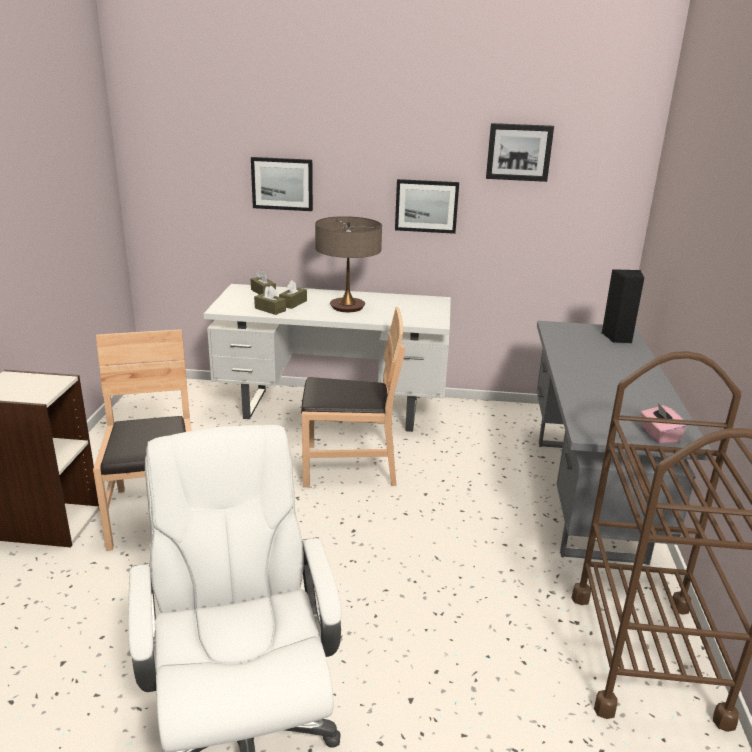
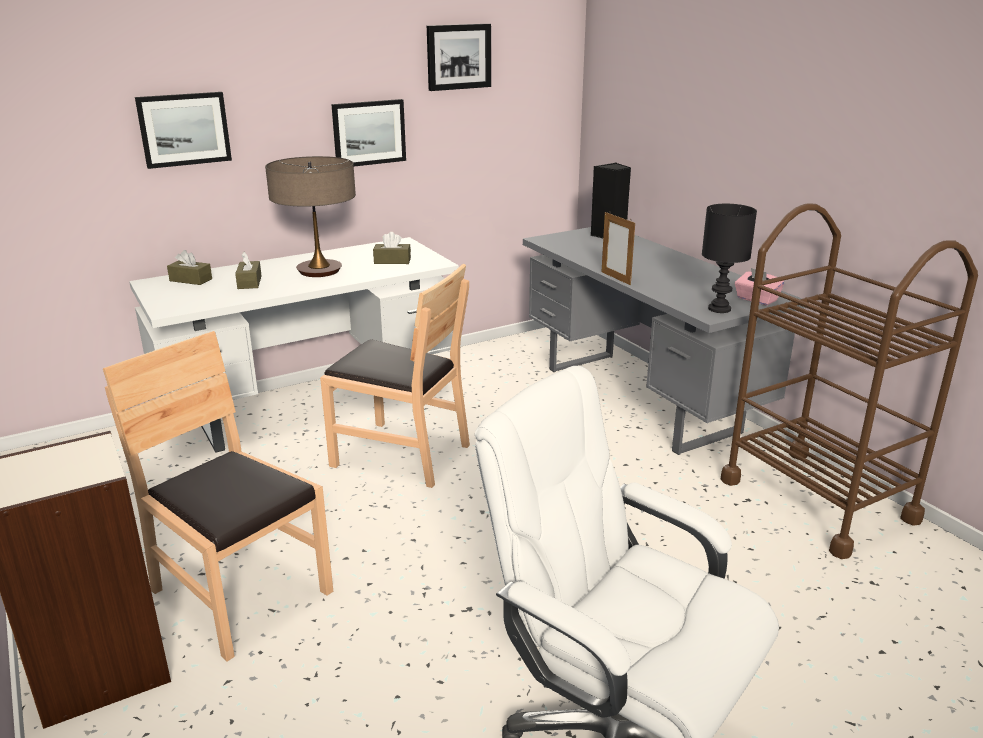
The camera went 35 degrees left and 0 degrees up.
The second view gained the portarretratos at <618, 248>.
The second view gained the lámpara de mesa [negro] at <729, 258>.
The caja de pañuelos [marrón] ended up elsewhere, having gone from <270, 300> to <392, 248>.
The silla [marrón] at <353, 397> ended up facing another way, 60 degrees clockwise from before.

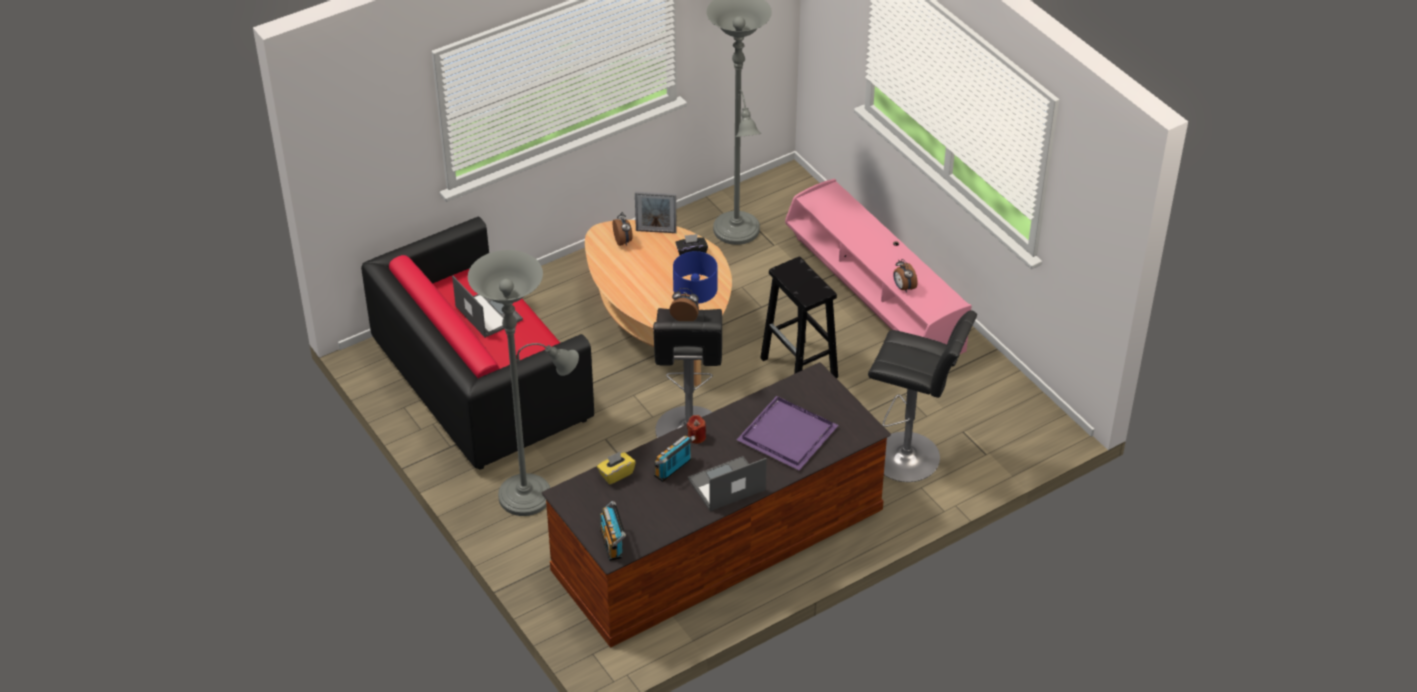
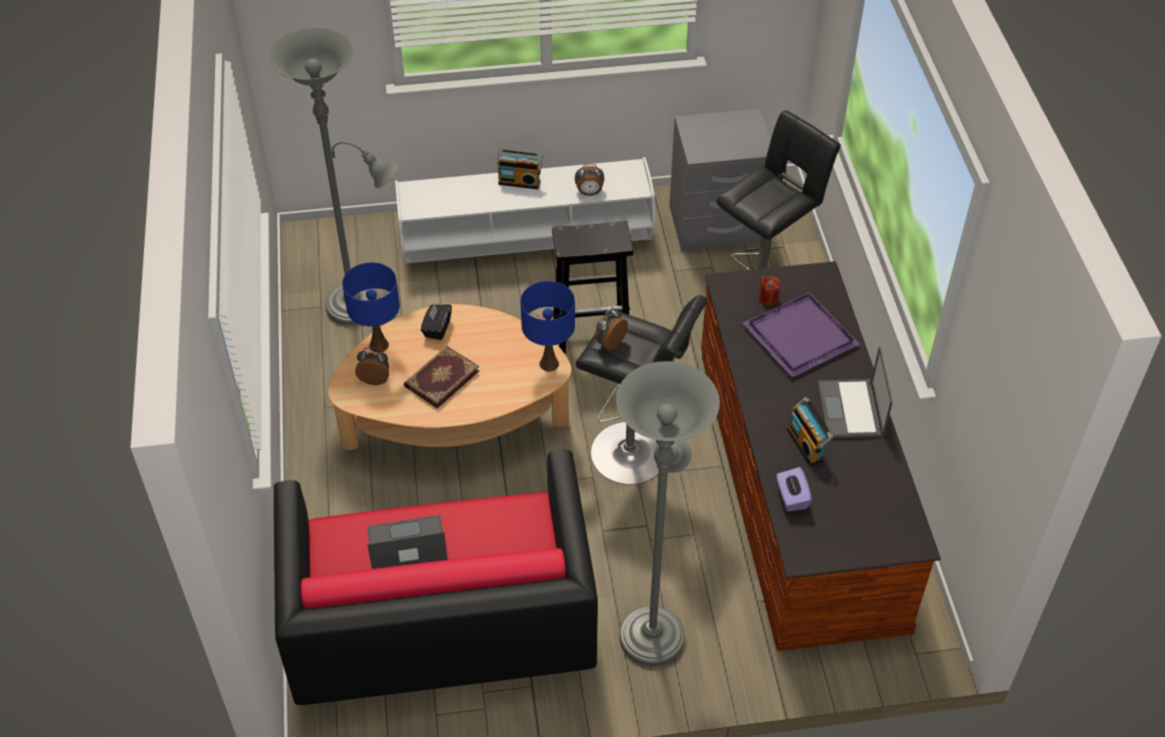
The camera went 65 degrees left and 5 degrees up.
The second view gained the libro at <441, 377>.
The second view gained the mesita de noche [gris] at <720, 180>.
The radio ended up elsewhere, having gone from <613, 531> to <519, 169>.
The vela [rojo] ended up elsewhere, having gone from <696, 429> to <769, 291>.
Where the portarretratos stood at <656, 212>, the lámpara de mesa [azul] came to stand at <371, 308>.
What was the caja de pañuelos [amarillo] at <616, 468> turned into the caja de pañuelos [morado] at <794, 489>.
What was the mueble de televisión [rosa] at <878, 266> turned into the mueble de televisión [blanco] at <525, 211>.

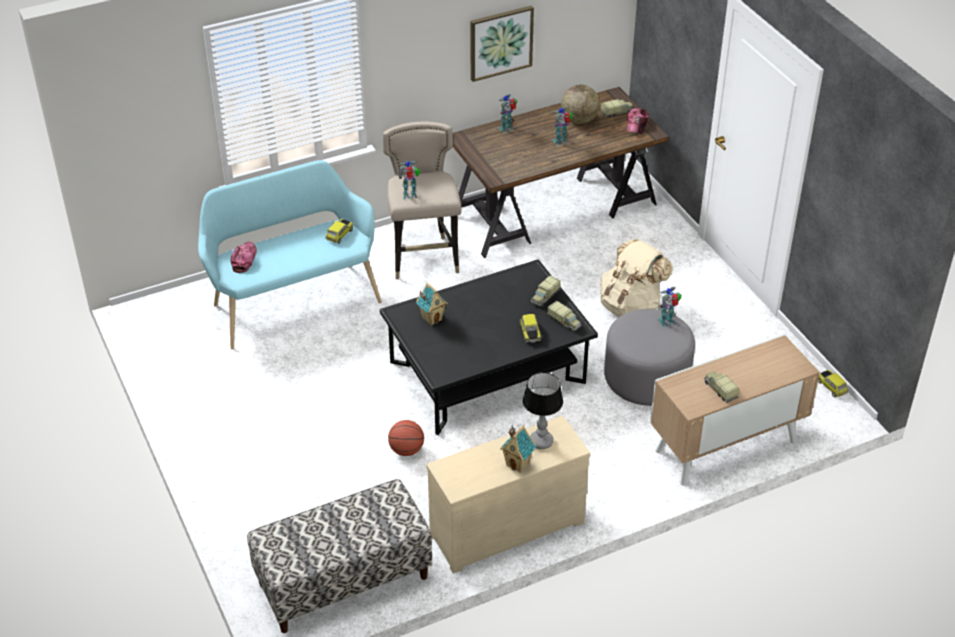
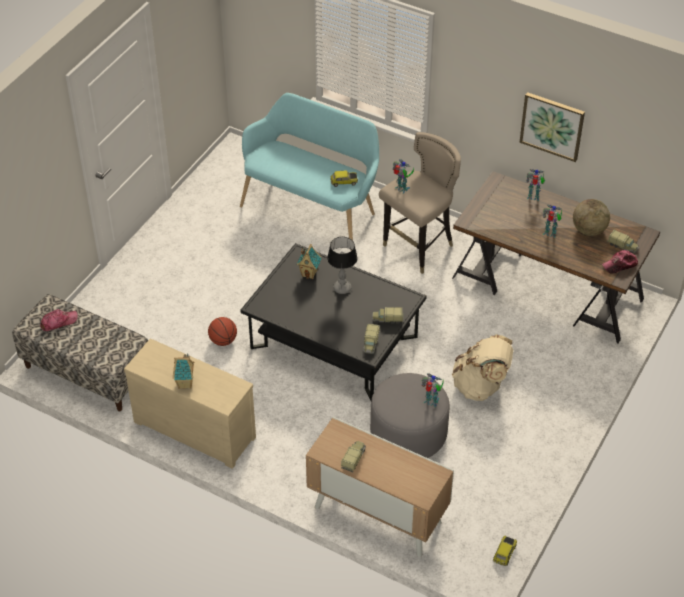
The camera went 55 degrees right and 5 degrees up.
The second view lost the coche de juguete at <530, 328>.
The gorra ended up elsewhere, having gone from <244, 257> to <59, 320>.
The lámpara de mesa ended up elsewhere, having gone from <543, 410> to <342, 265>.

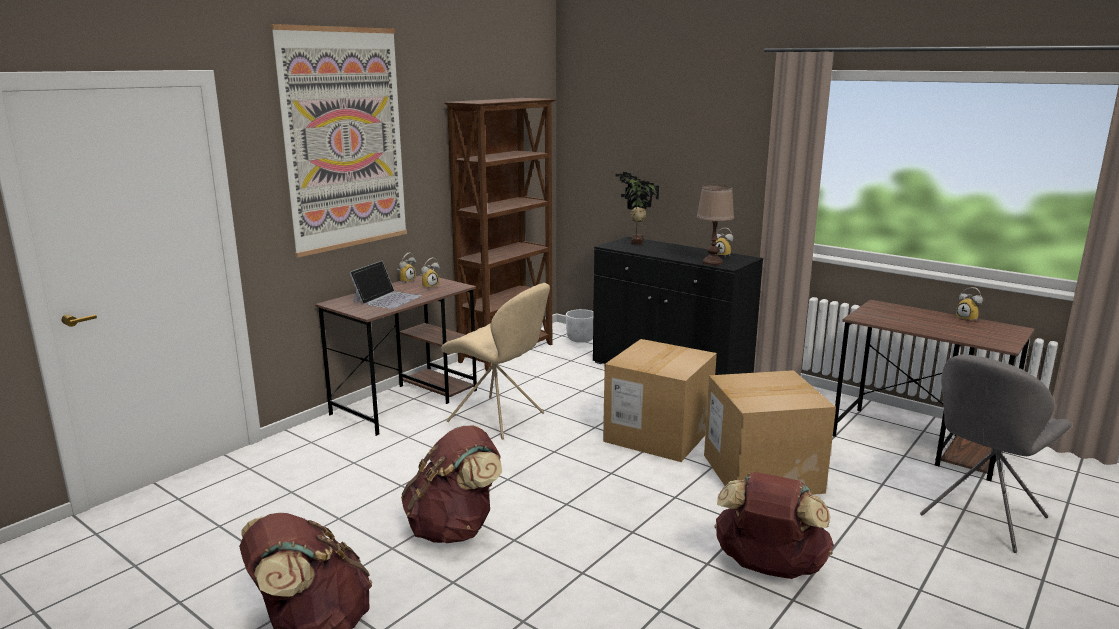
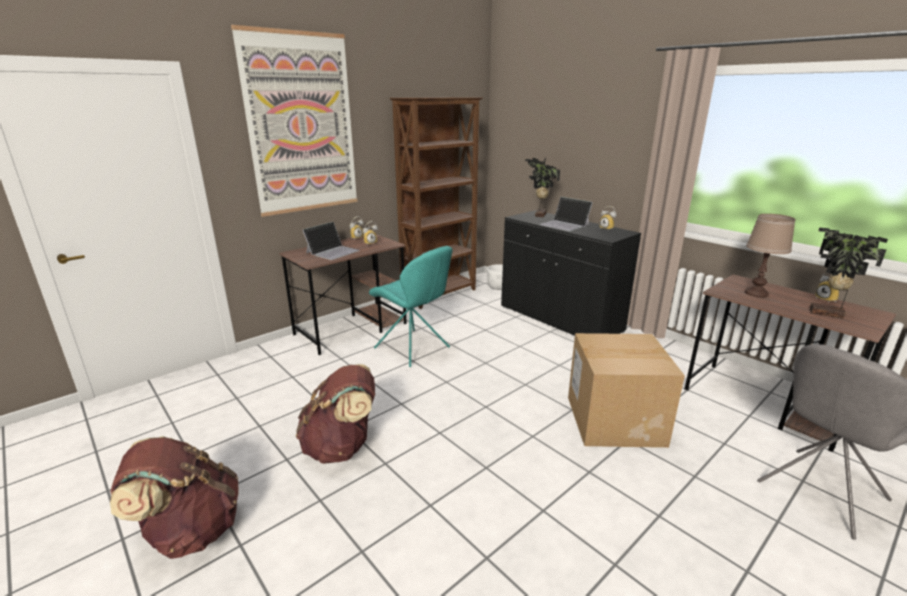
The camera went 10 degrees right and 5 degrees up.
The second view lost the caja de cartón at <660, 400>.
The second view lost the mochila [marrón] at <774, 525>.
The second view gained the portátil at <566, 214>.
The second view gained the planta en maceta at <849, 273>.
The lámpara de mesa [marrón] ended up elsewhere, having gone from <715, 225> to <770, 256>.
What was the silla [beis] at <495, 361> turned into the silla [turquesa] at <411, 306>.

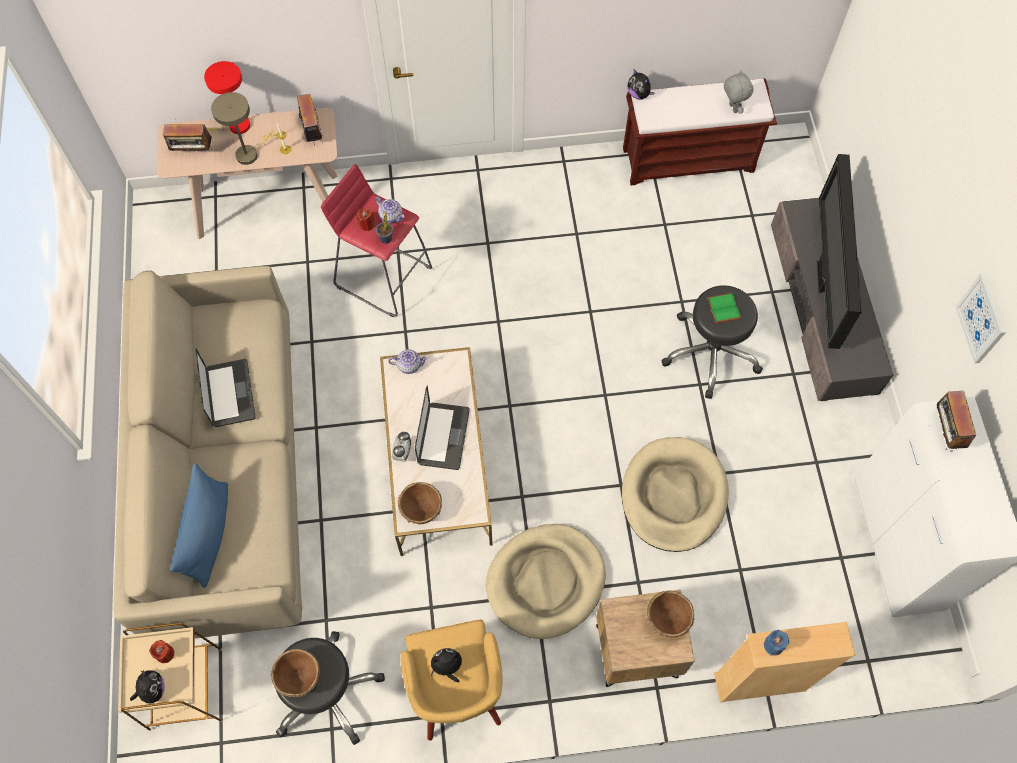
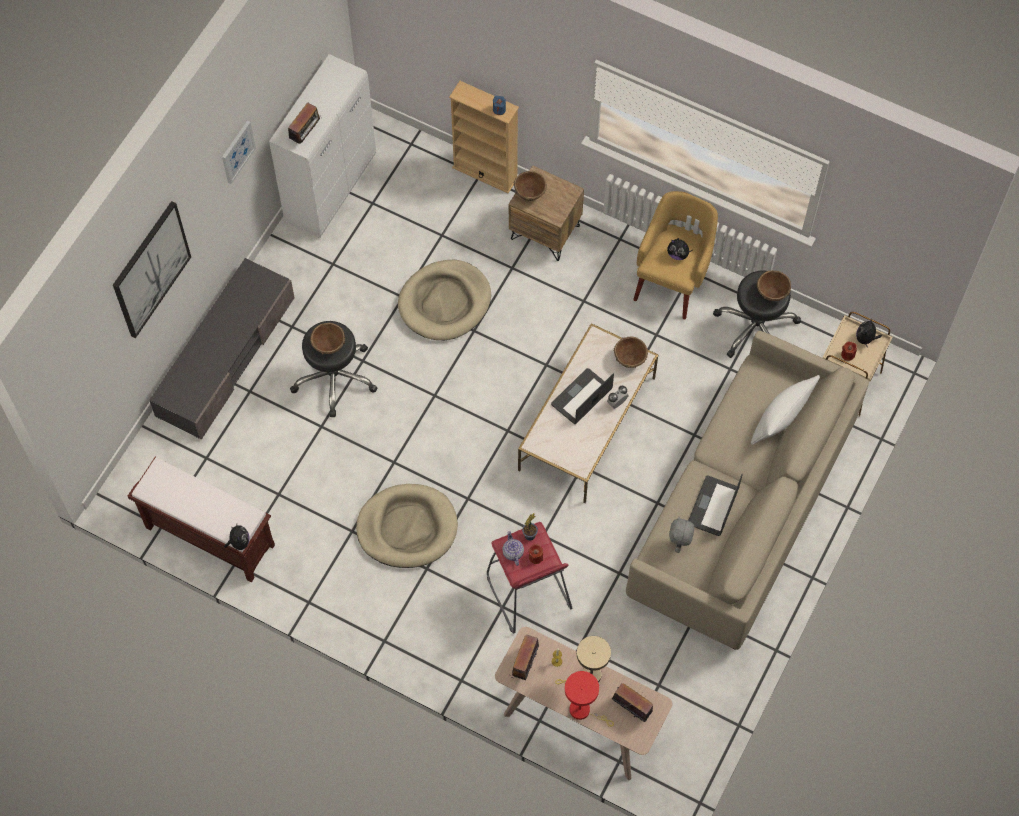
The camera went 145 degrees left and 0 degrees up.
The second view lost the tetera at <408, 361>.
The second view lost the televisor at <839, 251>.
The second view gained the cuadro at <152, 269>.
The cama para perro [beis] ended up elsewhere, having gone from <546, 581> to <407, 526>.
The peluche [gris] ended up elsewhere, having gone from <739, 92> to <682, 535>.
Where the libro [verde] stood at <724, 308>, the cuenco [marrón] came to stand at <327, 339>.
What was the cojín [azul] at <199, 525> turned into the cojín [blanco] at <785, 410>.

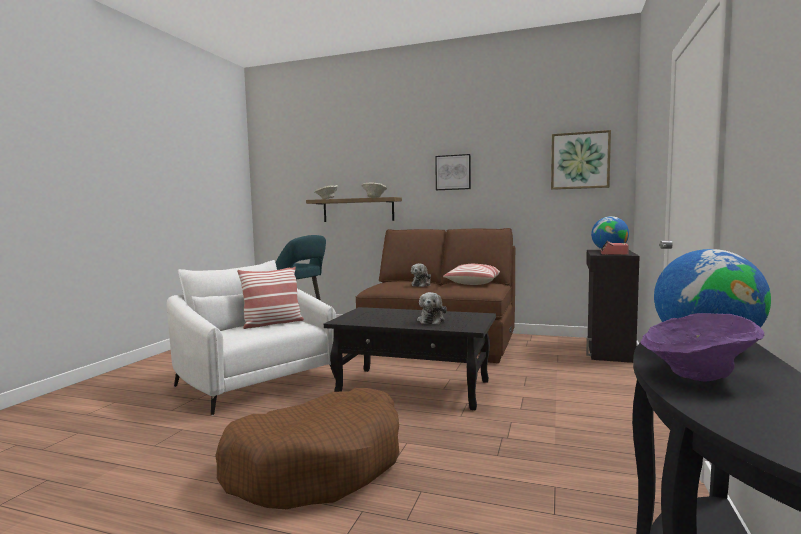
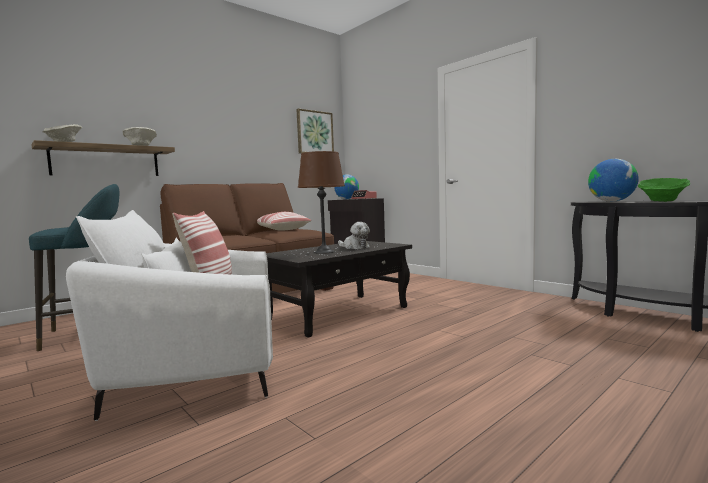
The camera went 60 degrees left and 0 degrees up.
The second view lost the cama para perro [marrón] at <307, 448>.
The second view lost the peluche at <421, 275>.
The second view lost the cuadro at <453, 172>.
The second view gained the lámpara de mesa [marrón] at <321, 202>.
What was the cuenco [morado] at <702, 347> turned into the cuenco [verde] at <664, 190>.

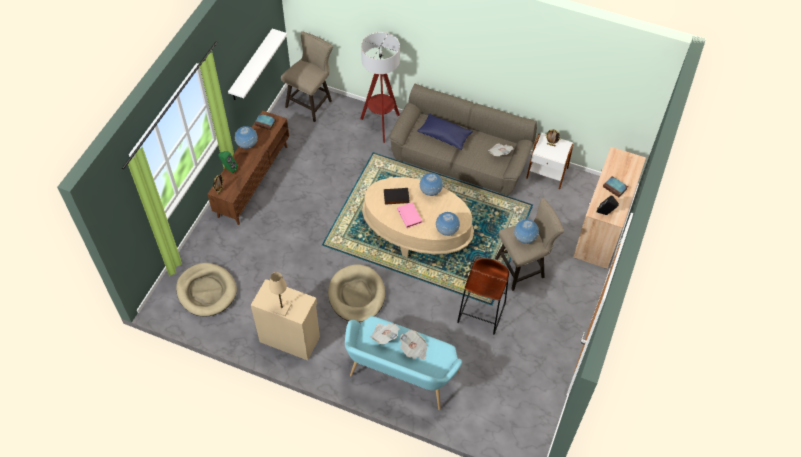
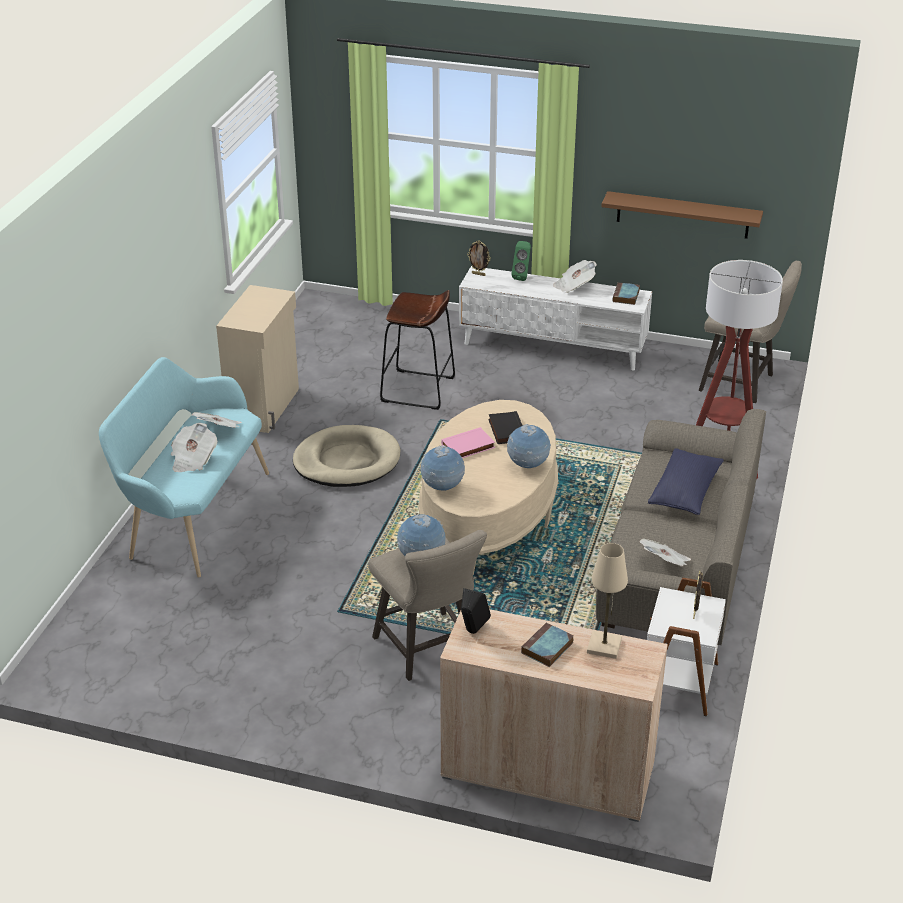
The camera went 85 degrees right and 20 degrees down.
The second view lost the cama para perro [beis] at <206, 290>.
The lámpara de mesa [beis] ended up elsewhere, having gone from <280, 294> to <607, 601>.
The taburete [marrón] ended up elsewhere, having gone from <483, 296> to <417, 350>.
Where the globo terráqueo stood at <246, 137>, the periódico came to stand at <575, 276>.
What was the mueble de televisión [marrón] at <248, 168> turned into the mueble de televisión [blanco] at <555, 318>.
What was the estante [blanco] at <257, 64> turned into the estante [marrón] at <682, 215>.

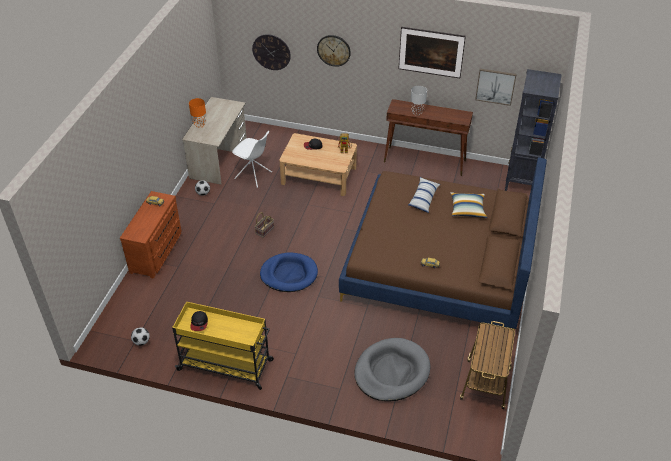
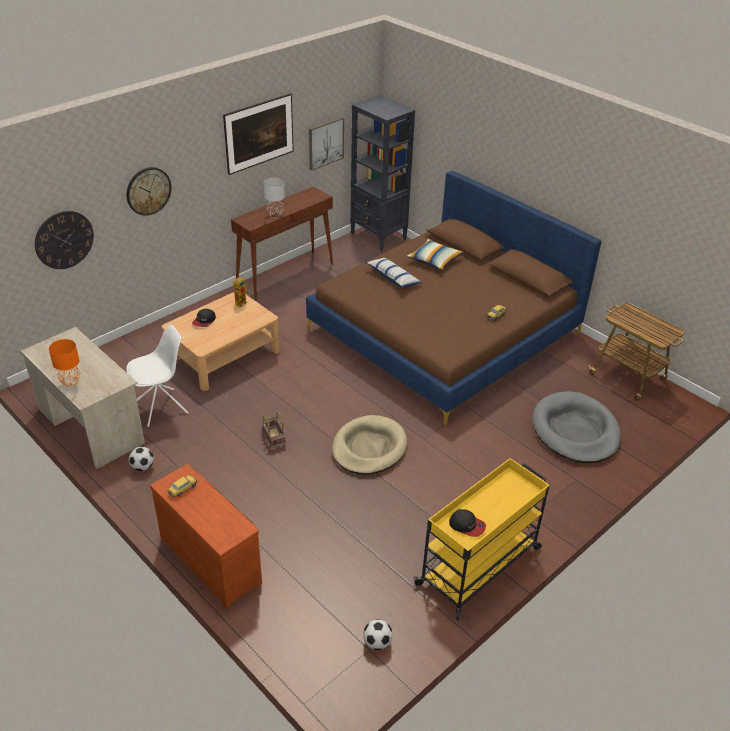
The camera went 60 degrees left and 5 degrees down.
What was the cama para perro [azul] at <289, 272> turned into the cama para perro [beis] at <369, 445>.

